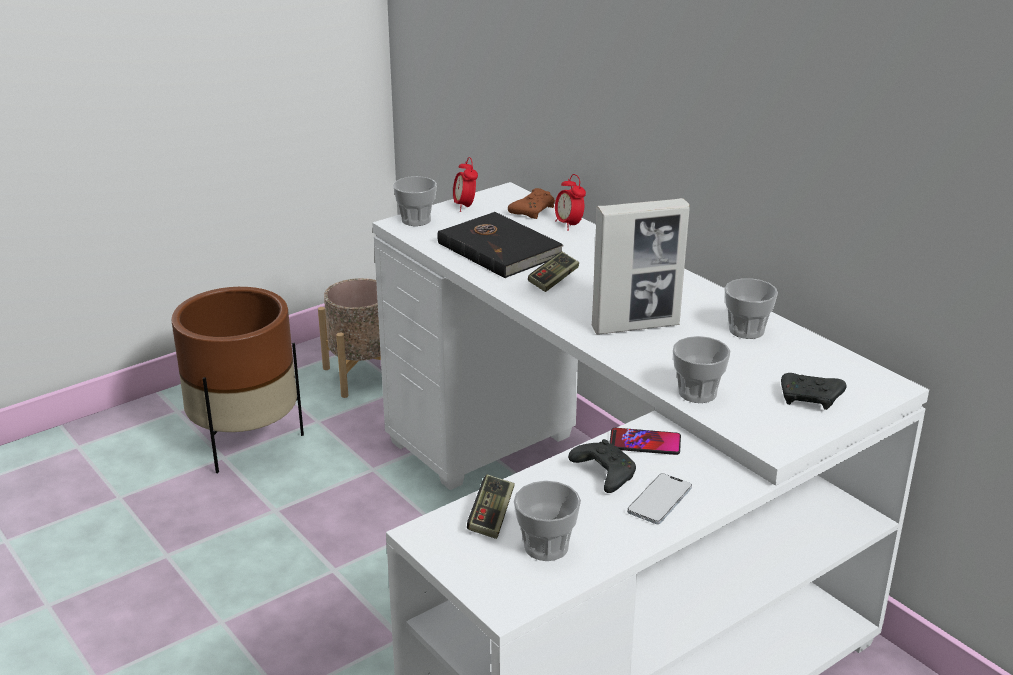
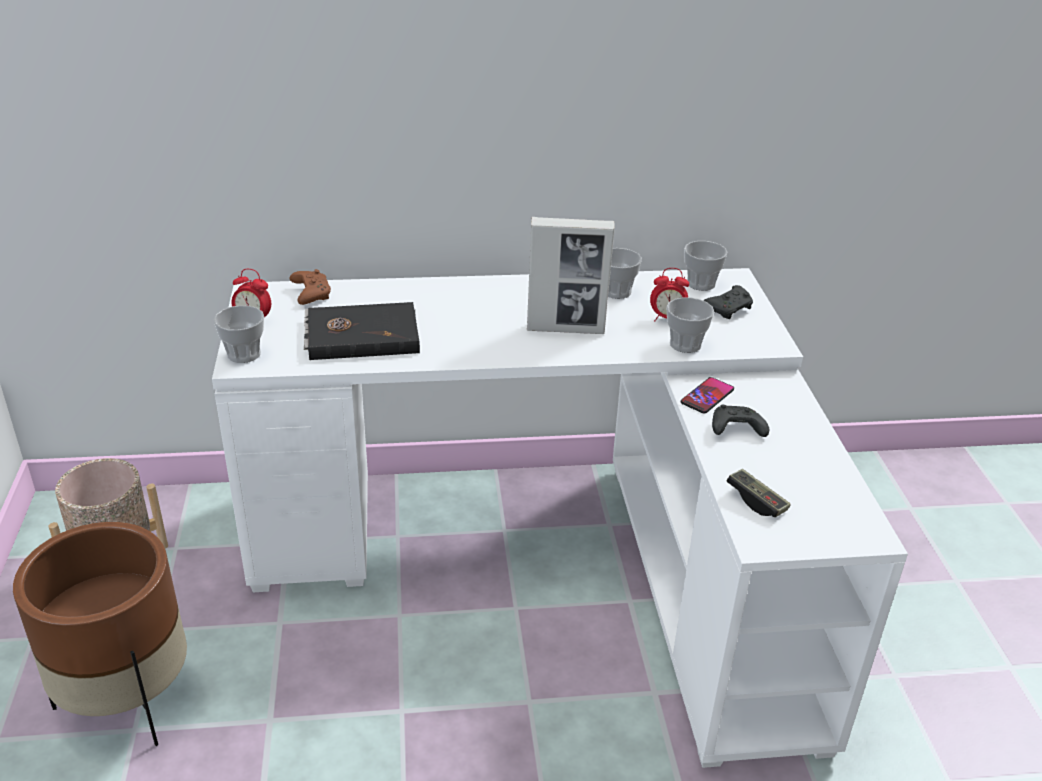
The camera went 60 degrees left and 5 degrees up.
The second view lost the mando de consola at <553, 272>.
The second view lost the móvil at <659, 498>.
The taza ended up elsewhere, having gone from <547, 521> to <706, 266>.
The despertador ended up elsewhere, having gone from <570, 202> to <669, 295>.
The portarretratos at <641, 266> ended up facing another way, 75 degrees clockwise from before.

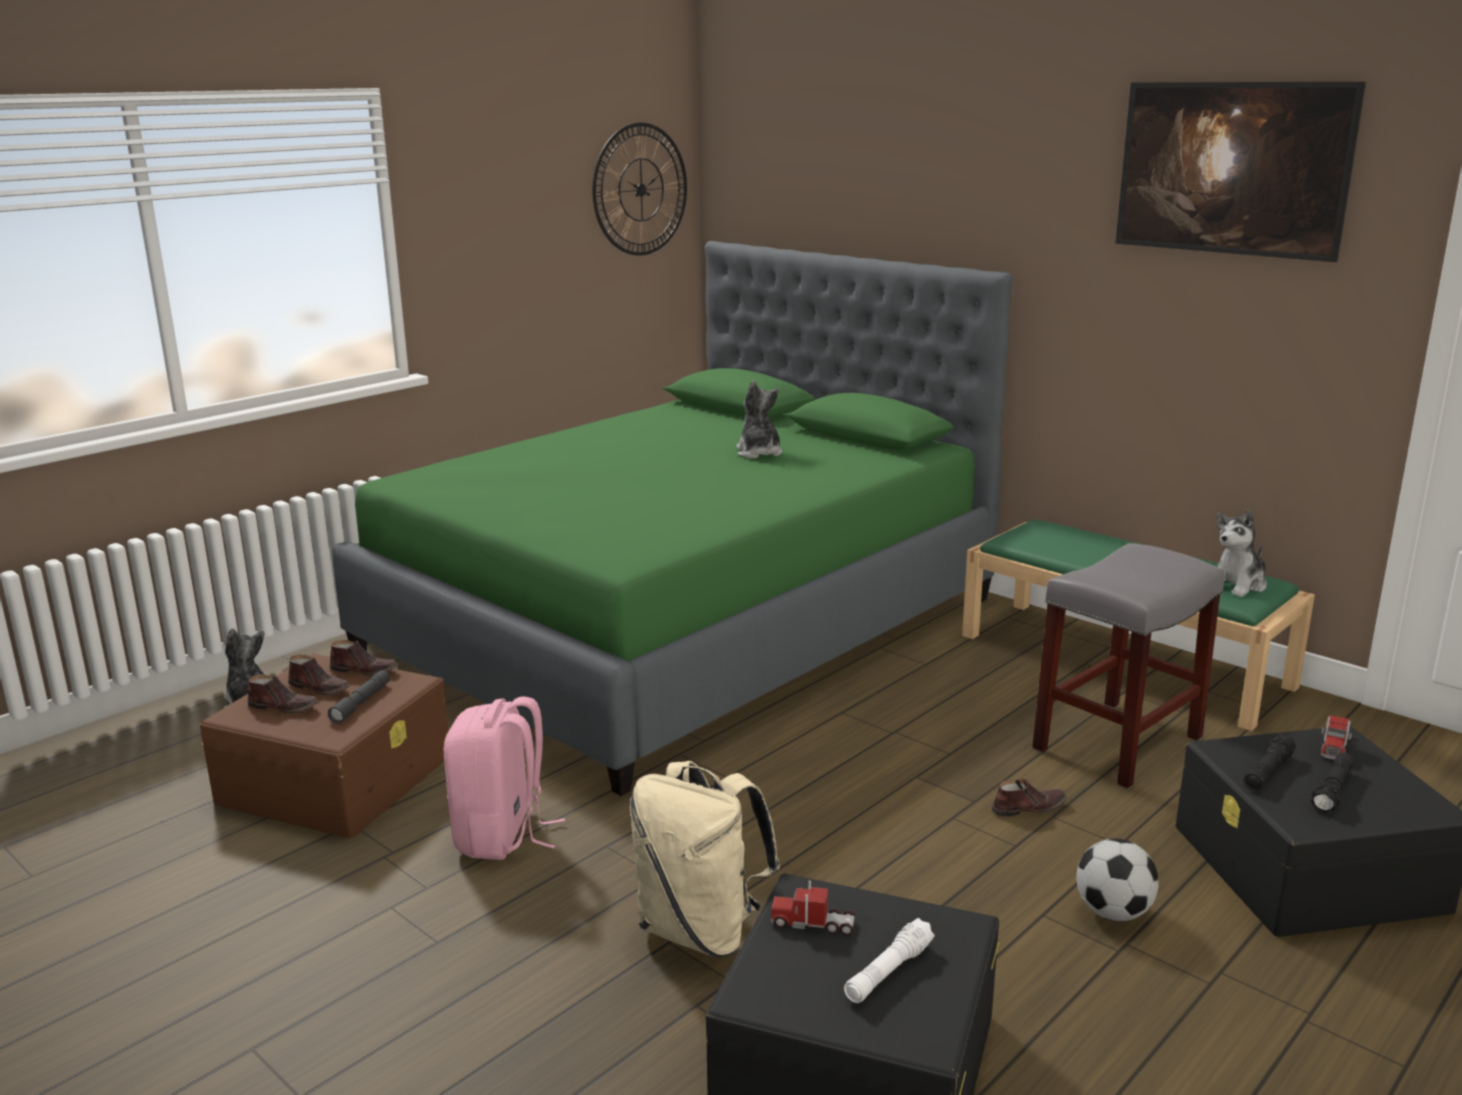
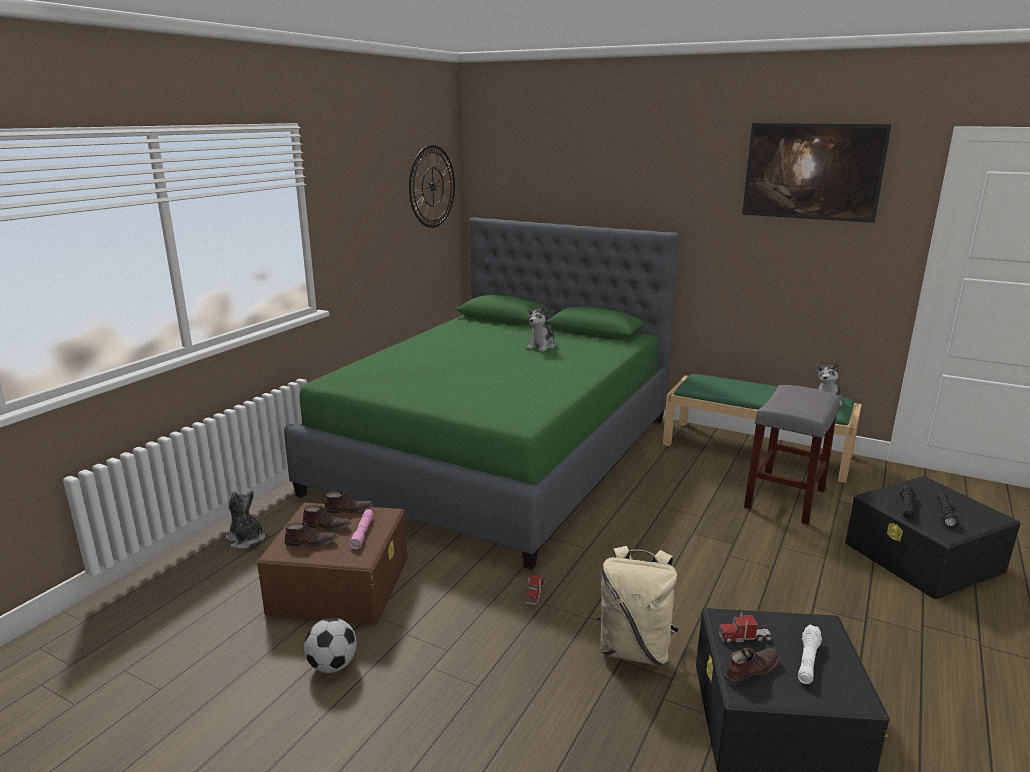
The camera went 15 degrees left and 0 degrees up.
The second view lost the mochila [rosa] at <504, 778>.
The zapato [marrón] ended up elsewhere, having gone from <1029, 798> to <752, 666>.
The balón de fútbol ended up elsewhere, having gone from <1117, 879> to <330, 645>.
The camión de juguete ended up elsewhere, having gone from <1336, 737> to <534, 590>.
What was the linterna [gris] at <358, 697> turned into the linterna [rosa] at <361, 529>.
The peluche at <759, 419> ended up facing another way, 120 degrees counterclockwise from before.

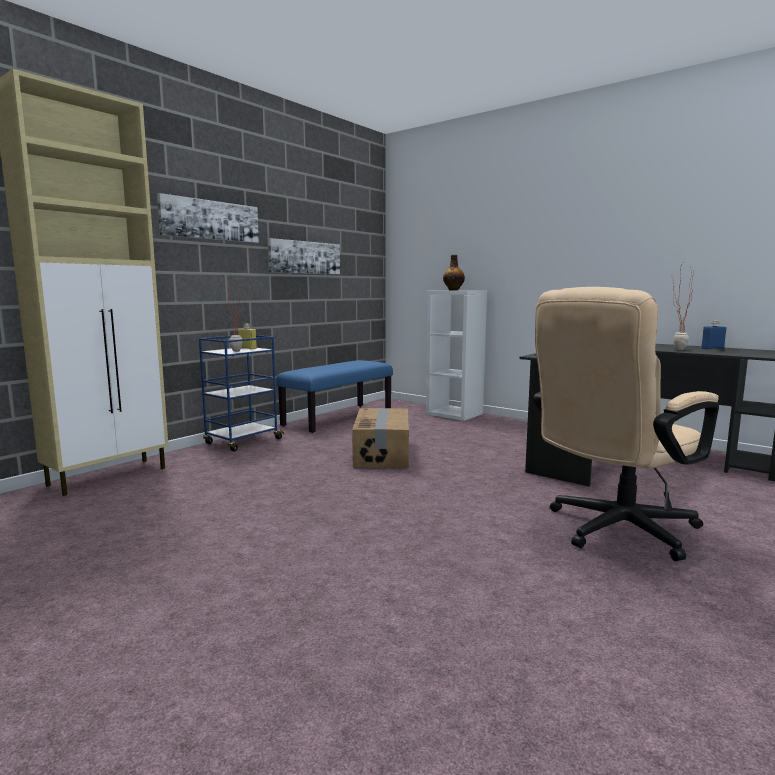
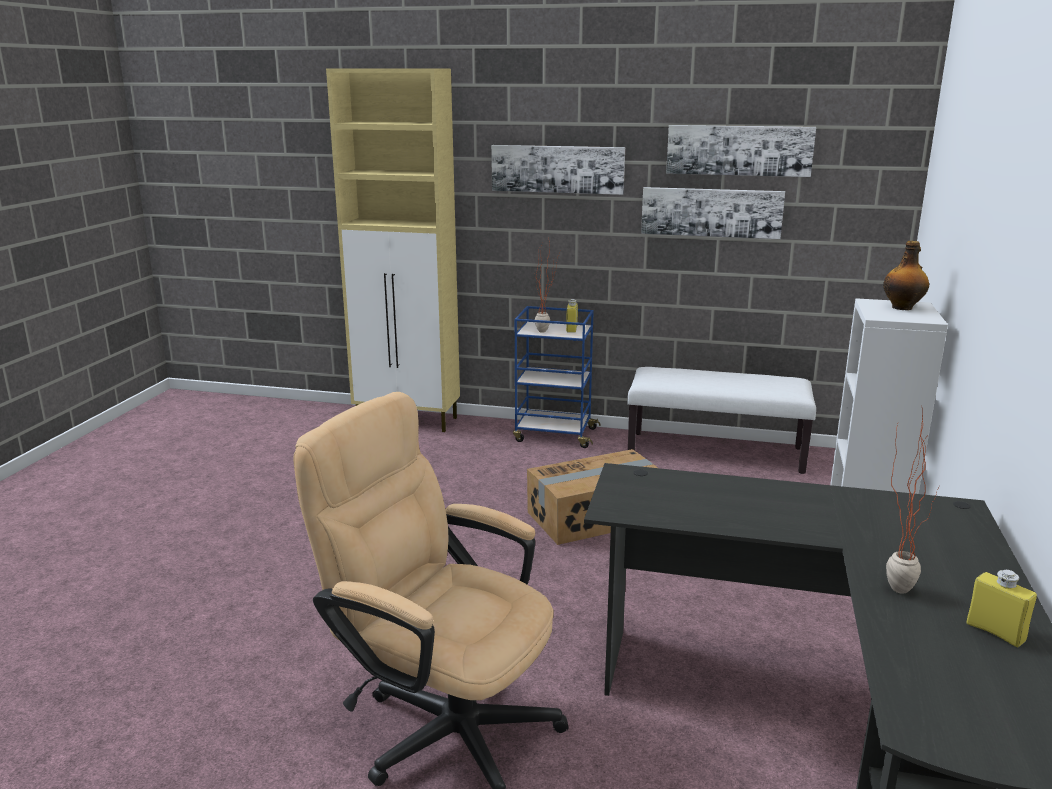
The camera went 65 degrees right and 10 degrees up.
The second view gained the cuadro at <741, 151>.
What was the banco [azul] at <334, 396> turned into the banco [blanco] at <721, 420>.
What was the botella [azul] at <713, 335> turned into the botella [amarillo] at <1002, 608>.

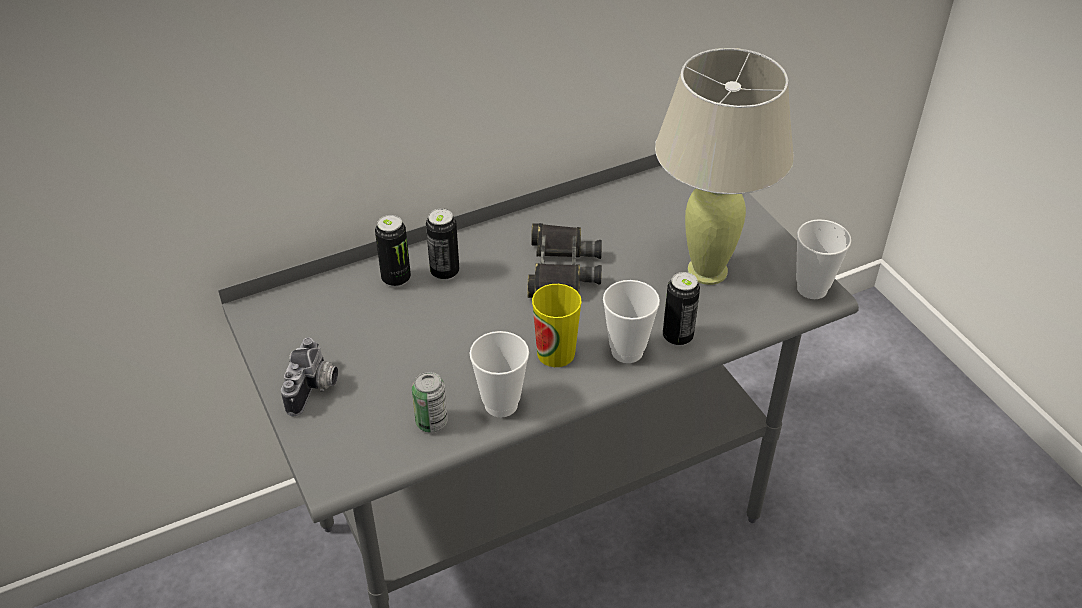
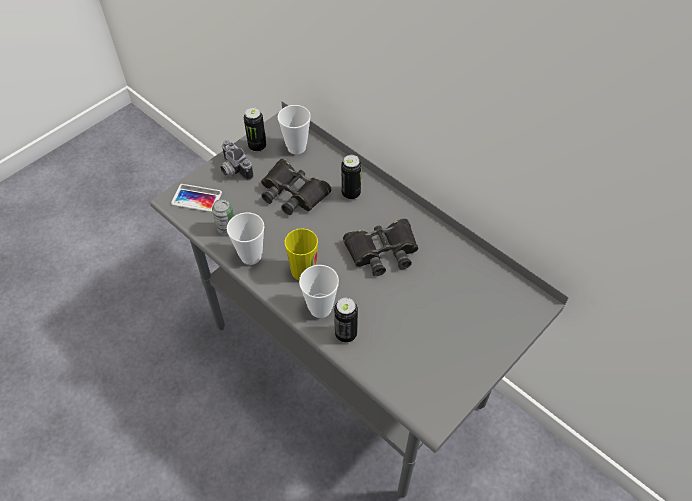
The camera went 70 degrees right and 10 degrees up.
The second view lost the lámpara de mesa [beis] at <724, 166>.
The second view gained the móvil at <196, 198>.
The second view gained the prismáticos [negro] at <296, 187>.
The lata ended up elsewhere, having gone from <393, 251> to <255, 130>.
The taza ended up elsewhere, having gone from <823, 259> to <294, 129>.
The cámara at <309, 377> ended up facing another way, 60 degrees clockwise from before.

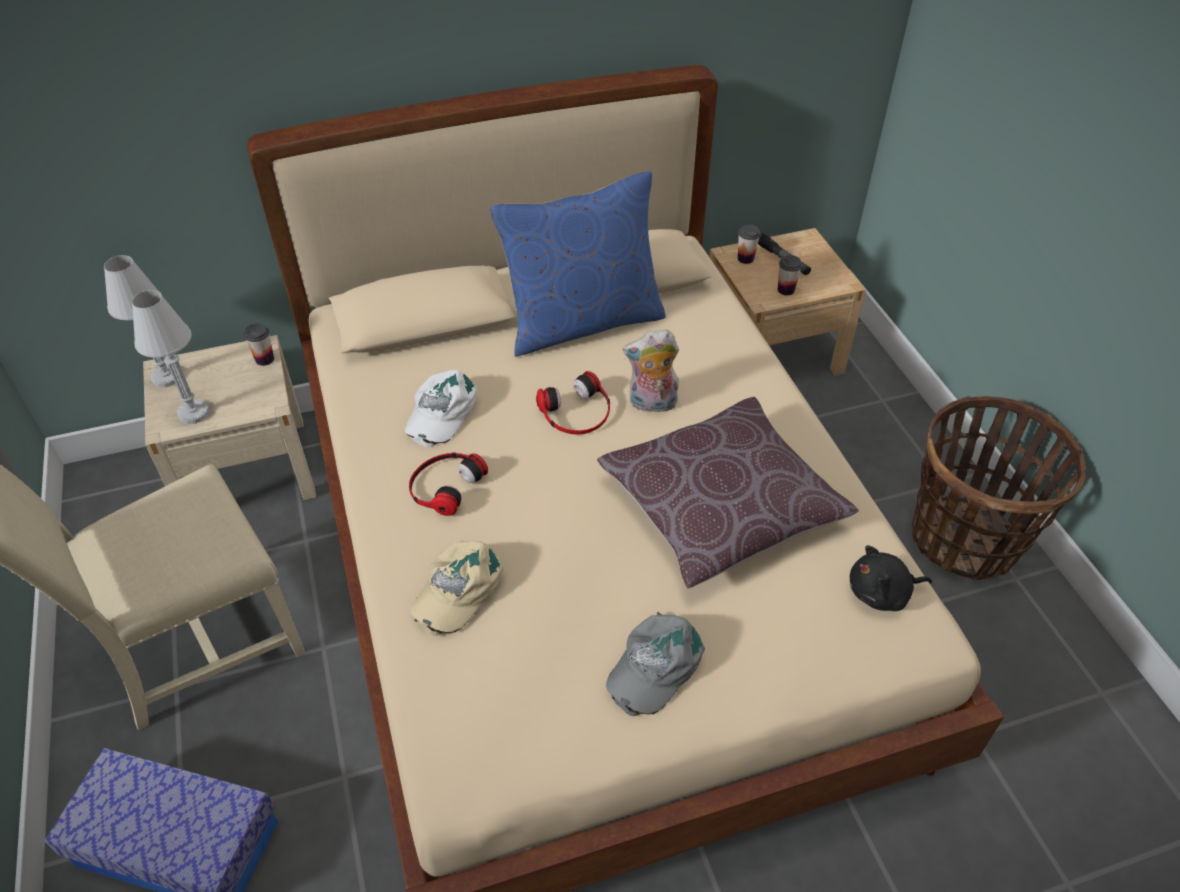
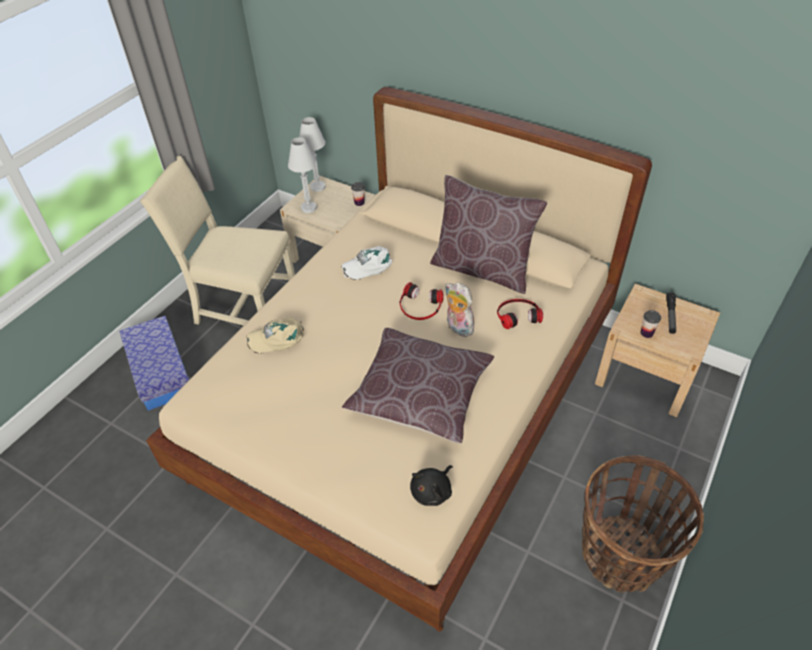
The camera went 50 degrees right and 0 degrees up.
The second view lost the gorra [gris] at <655, 664>.
The second view lost the taza at <749, 244>.
The auriculares ended up elsewhere, having gone from <448, 484> to <520, 314>.
What was the cojín [azul] at <578, 264> turned into the cojín [marrón] at <488, 234>.
The peluche [negro] at <891, 578> ended up facing another way, 90 degrees counterclockwise from before.

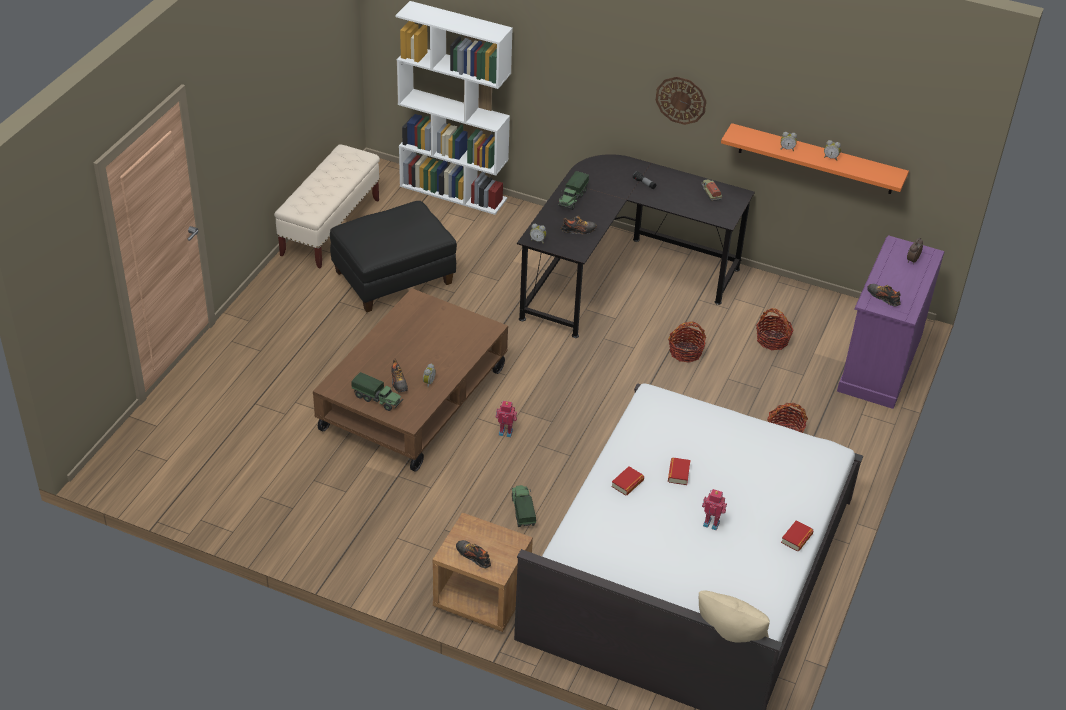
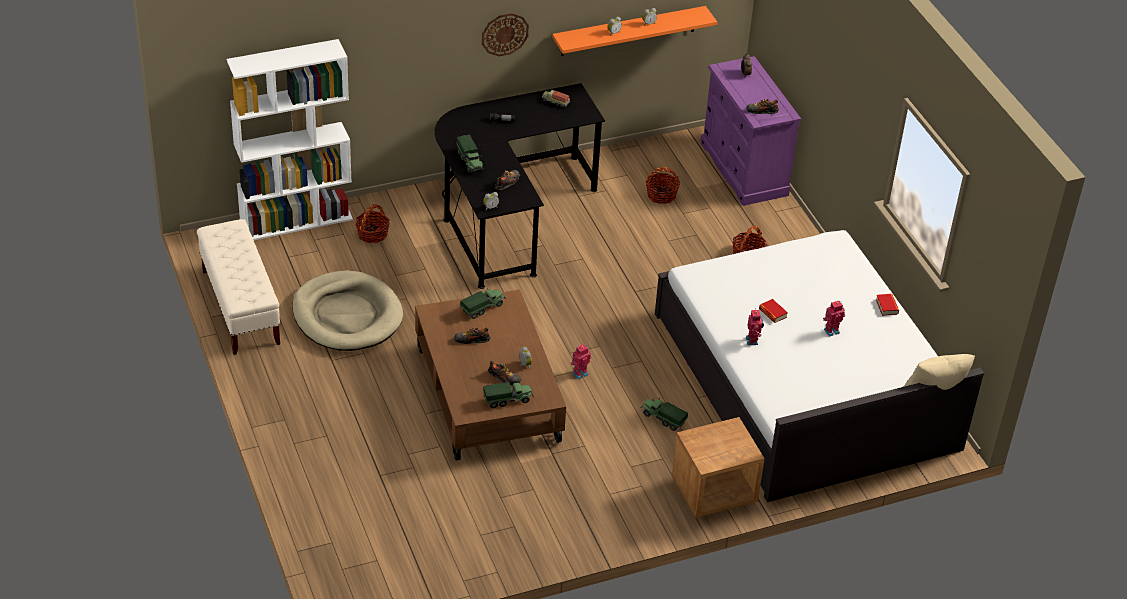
The camera went 45 degrees left and 0 degrees up.
The second view gained the camión de juguete at <483, 303>.
The zapato ended up elsewhere, having gone from <473, 554> to <472, 335>.
The cesta ended up elsewhere, having gone from <687, 342> to <372, 223>.
Where the puf [negro] stood at <393, 256>, the cama para perro [beis] came to stand at <347, 310>.
Where the libro stood at <627, 481>, the robot de juguete came to stand at <755, 326>.

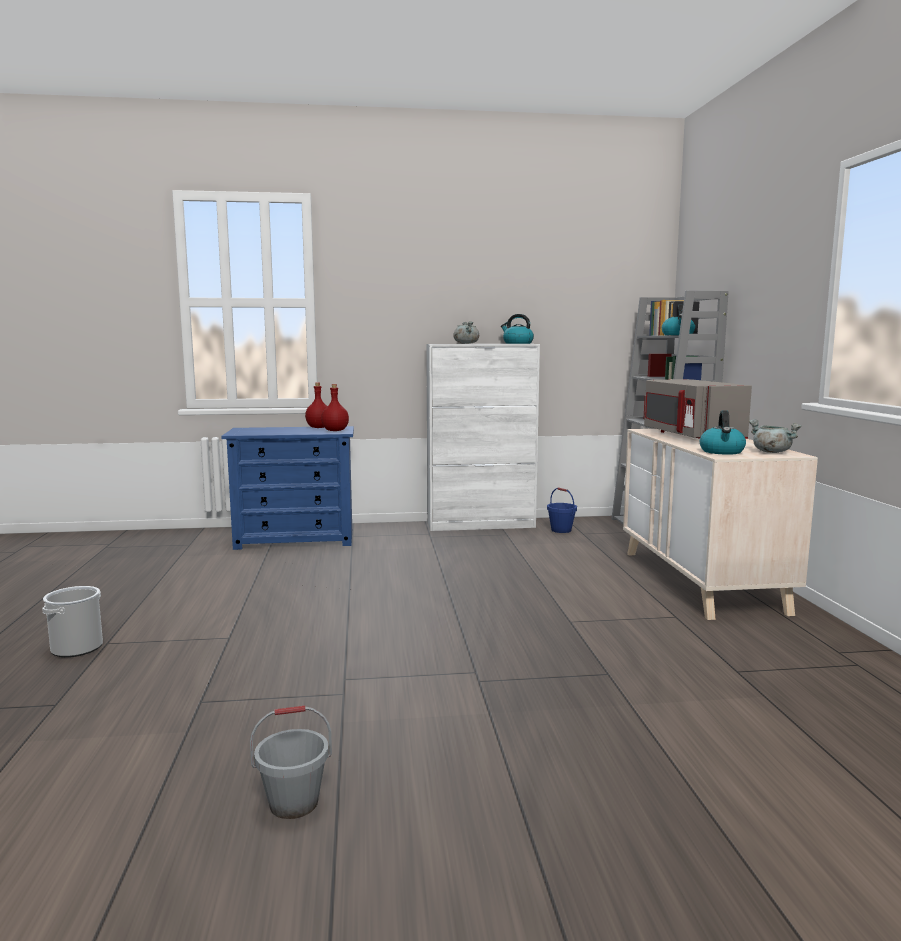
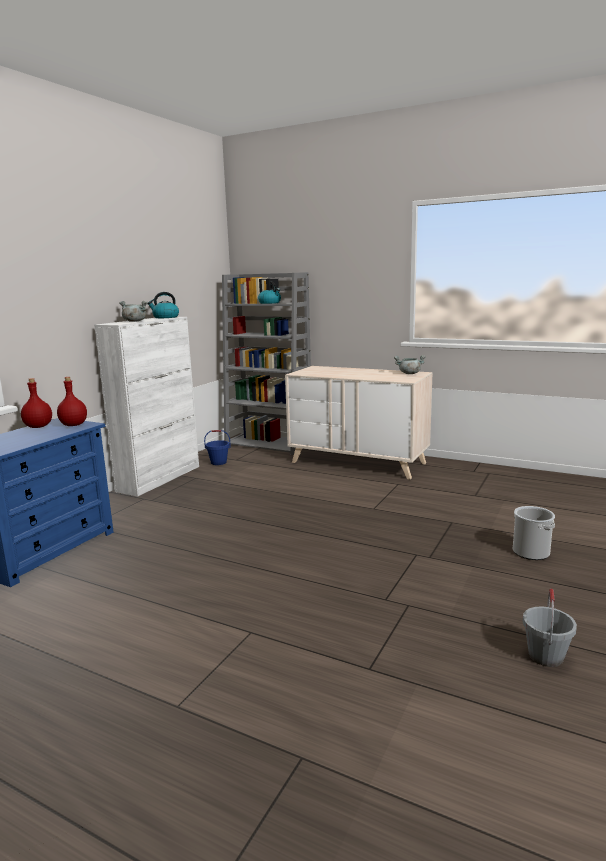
The camera went 55 degrees left and 5 degrees up.
The second view lost the microondas [gris] at <698, 409>.
The second view lost the hervidor at <723, 432>.
The cubo ended up elsewhere, having gone from <72, 621> to <534, 533>.

